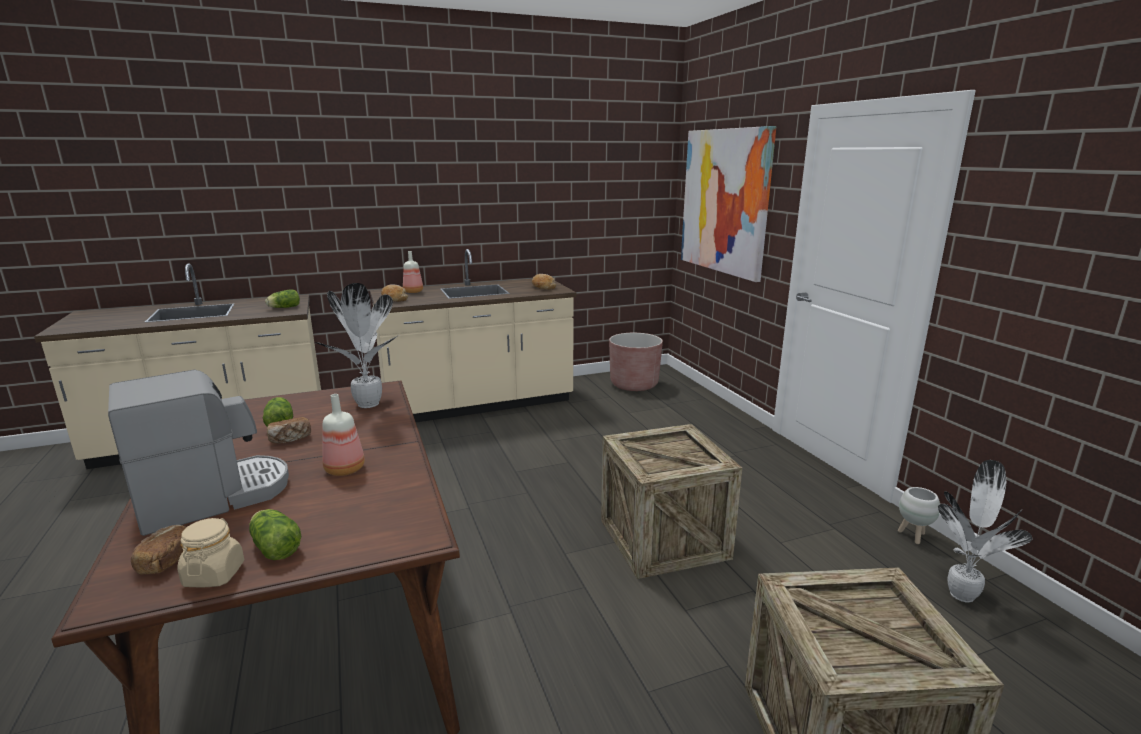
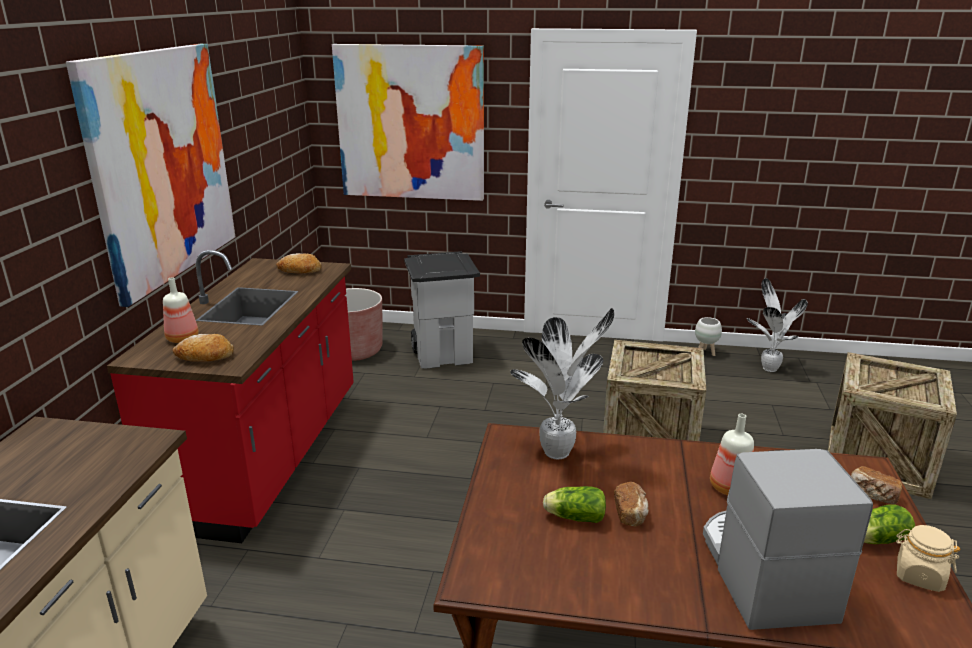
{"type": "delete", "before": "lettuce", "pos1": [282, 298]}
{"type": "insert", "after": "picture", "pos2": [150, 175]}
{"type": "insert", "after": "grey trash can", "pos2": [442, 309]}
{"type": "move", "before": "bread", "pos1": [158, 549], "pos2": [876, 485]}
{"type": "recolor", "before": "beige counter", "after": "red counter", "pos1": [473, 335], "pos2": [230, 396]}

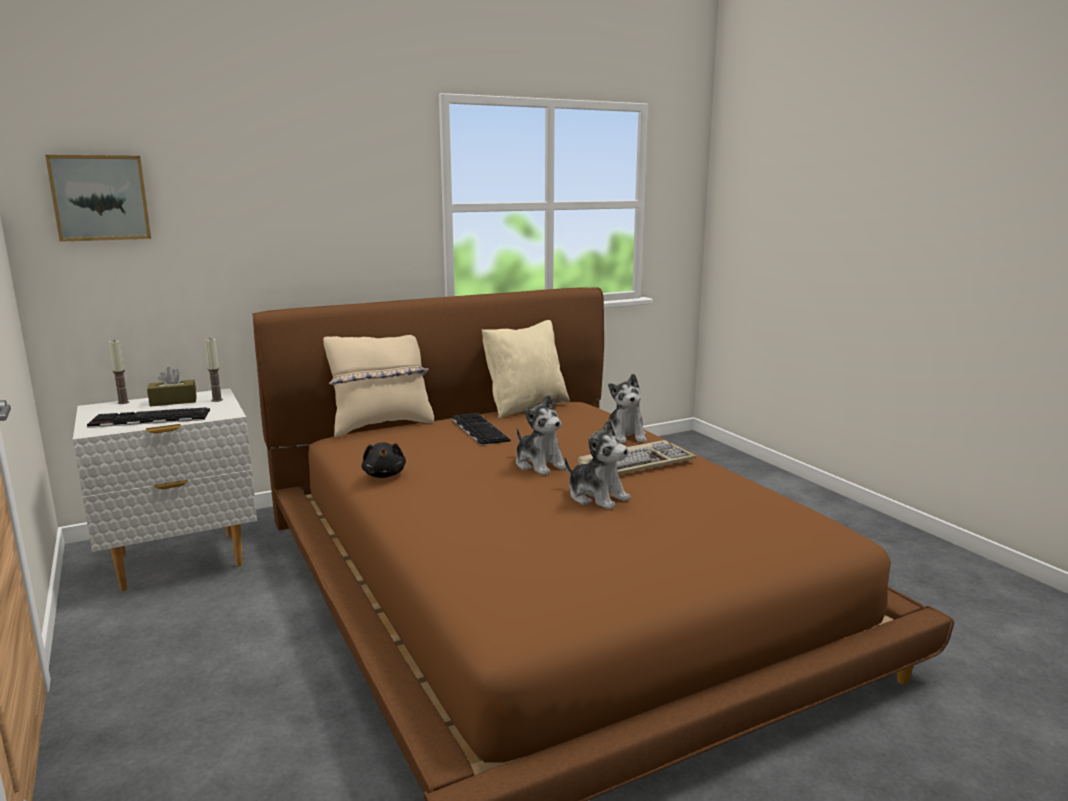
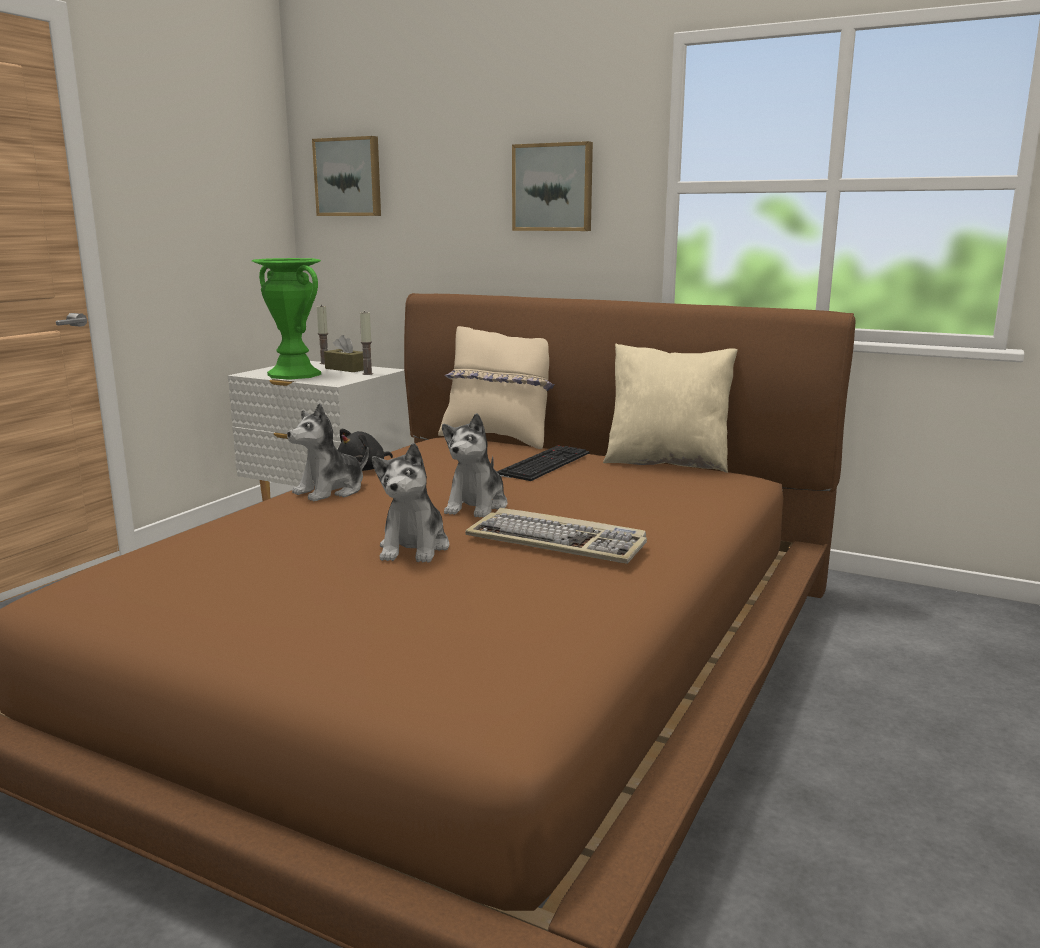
{"type": "insert", "after": "picture", "pos2": [552, 186]}
{"type": "move", "before": "plush toy", "pos1": [627, 409], "pos2": [328, 452]}
{"type": "replace", "before": "keyboard", "after": "green vase", "pos1": [148, 417], "pos2": [286, 319]}

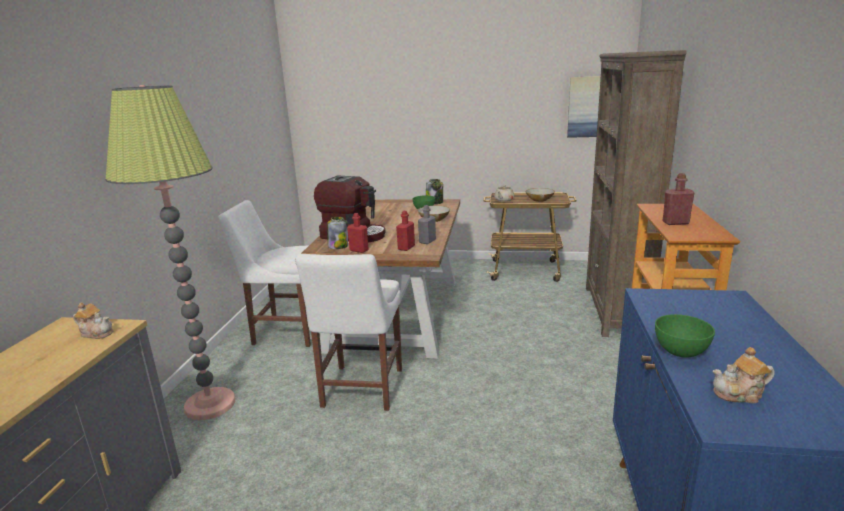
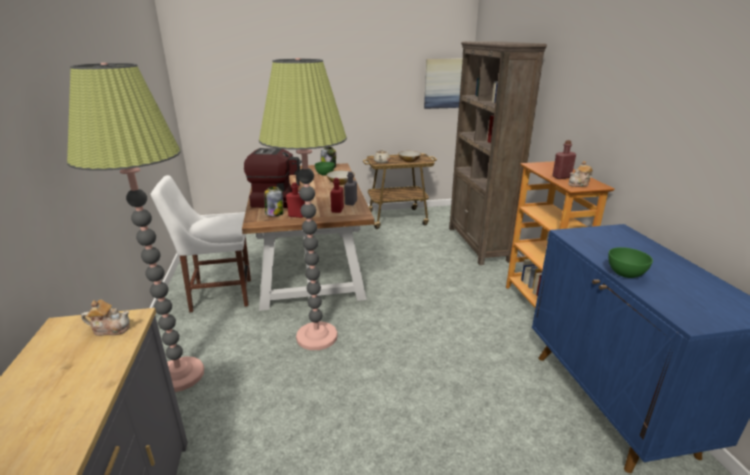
{"type": "move", "before": "teapot", "pos1": [743, 375], "pos2": [580, 174]}
{"type": "replace", "before": "white chair", "after": "floor lamp", "pos1": [349, 332], "pos2": [303, 204]}

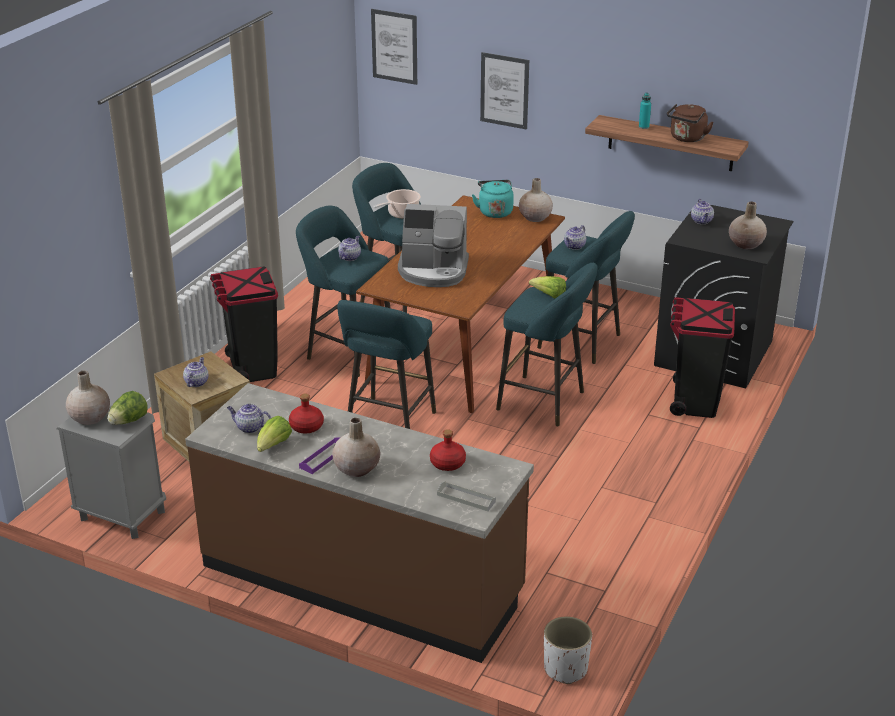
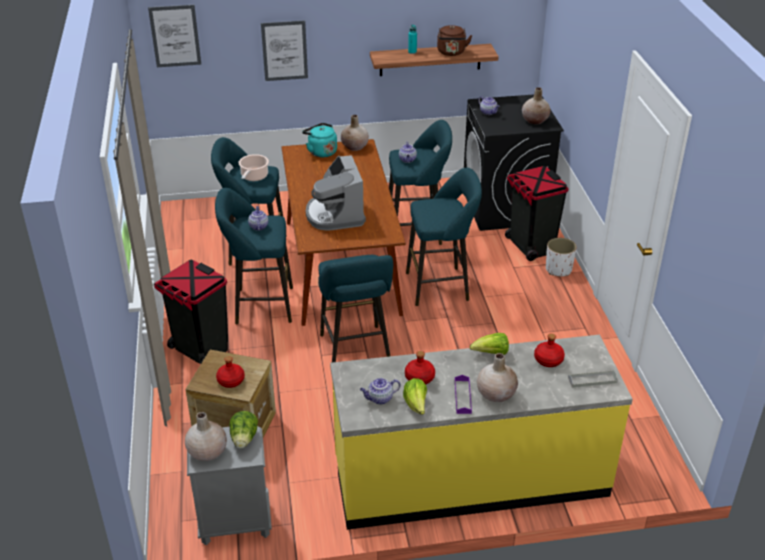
{"type": "move", "before": "lettuce", "pos1": [547, 287], "pos2": [489, 344]}
{"type": "move", "before": "white planter", "pos1": [568, 650], "pos2": [561, 257]}
{"type": "replace", "before": "teapot", "after": "red bottle", "pos1": [195, 372], "pos2": [230, 372]}
{"type": "recolor", "before": "brown counter", "after": "yellow counter", "pos1": [359, 523], "pos2": [481, 432]}
{"type": "rotate", "before": "coffee machine", "pos1": [433, 245], "pos2": [336, 193], "turn": 105}

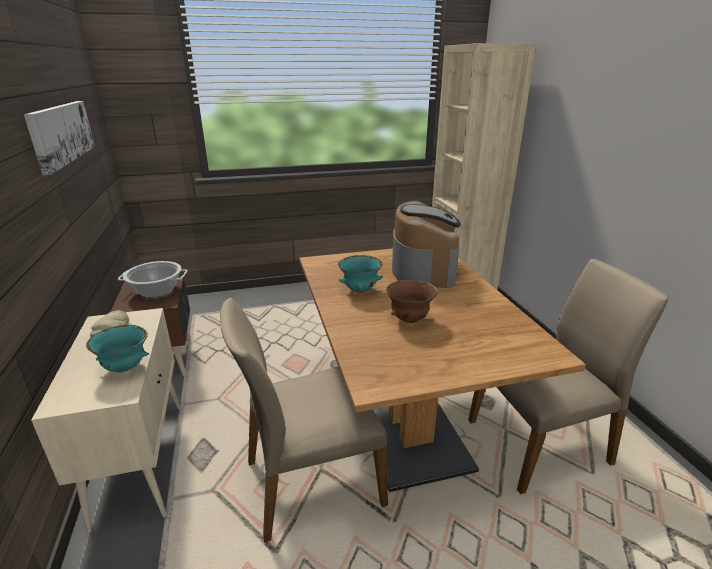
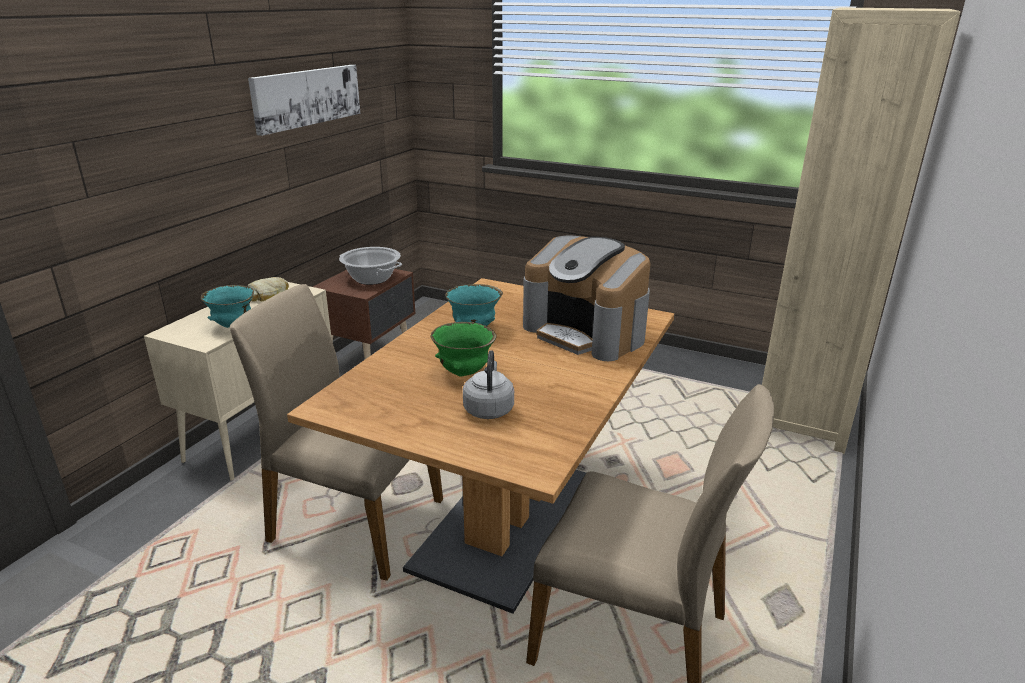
{"type": "insert", "after": "grey kettle", "pos2": [488, 384]}
{"type": "recolor", "before": "brown bowl", "after": "green bowl", "pos1": [412, 301], "pos2": [464, 349]}
{"type": "rotate", "before": "coffee machine", "pos1": [426, 244], "pos2": [586, 298], "turn": 90}

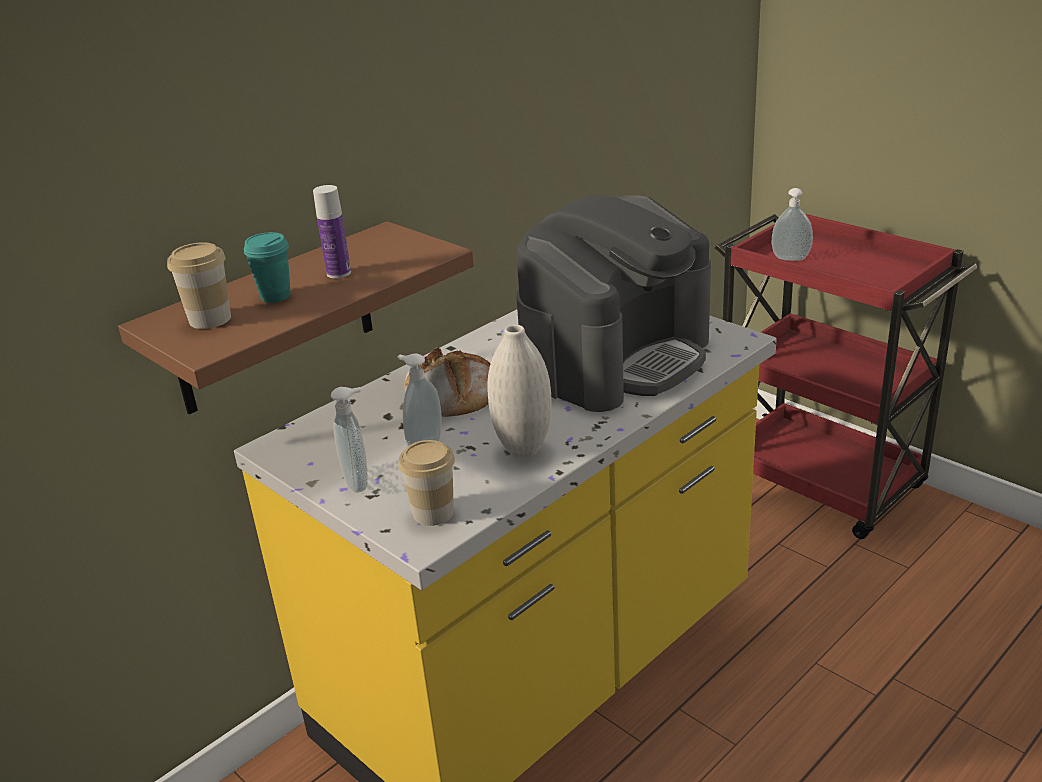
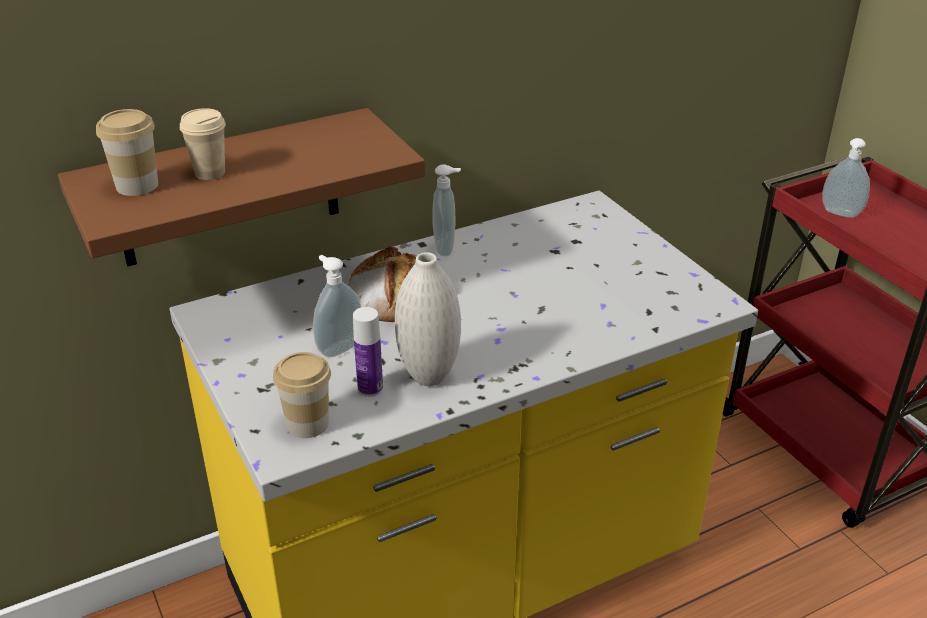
{"type": "delete", "before": "coffee machine", "pos1": [613, 303]}
{"type": "move", "before": "bottle", "pos1": [332, 231], "pos2": [368, 352]}
{"type": "move", "before": "soap dispenser", "pos1": [349, 439], "pos2": [447, 210]}
{"type": "recolor", "before": "turquoise cup", "after": "beige cup", "pos1": [267, 267], "pos2": [203, 144]}

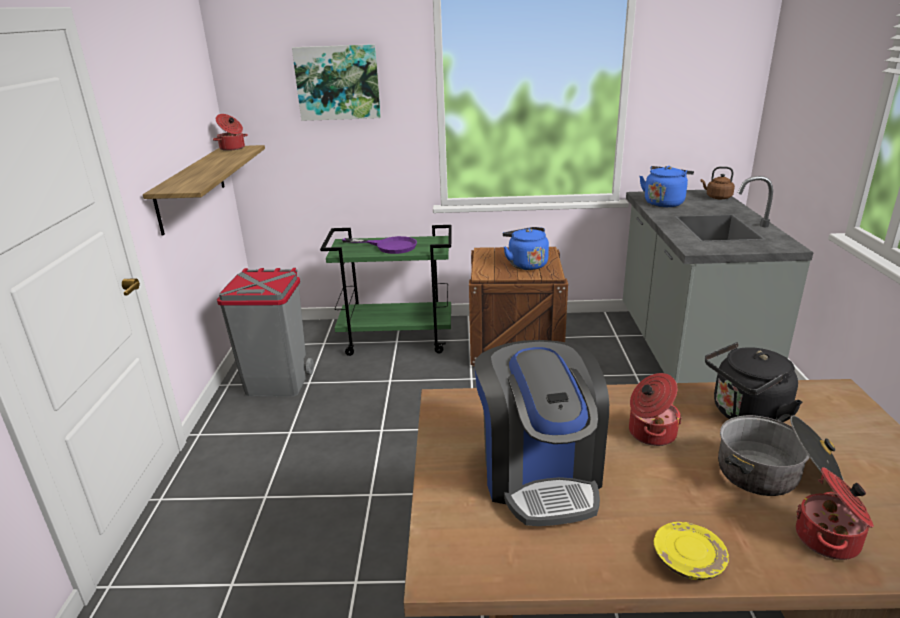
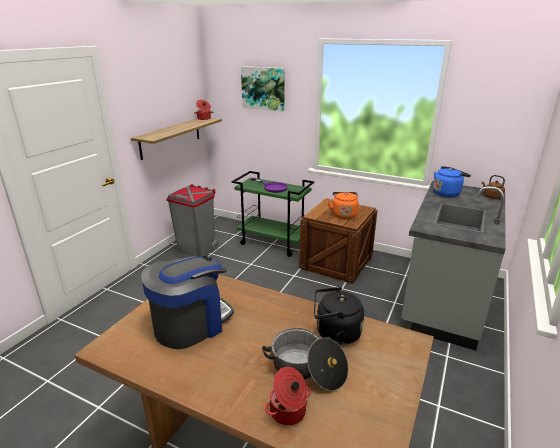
{"type": "delete", "before": "cooking pot", "pos1": [655, 409]}
{"type": "delete", "before": "yellow plate", "pos1": [691, 551]}
{"type": "recolor", "before": "blue kettle", "after": "orange kettle", "pos1": [526, 248], "pos2": [343, 205]}
{"type": "rotate", "before": "coffee machine", "pos1": [541, 433], "pos2": [187, 302], "turn": -150}

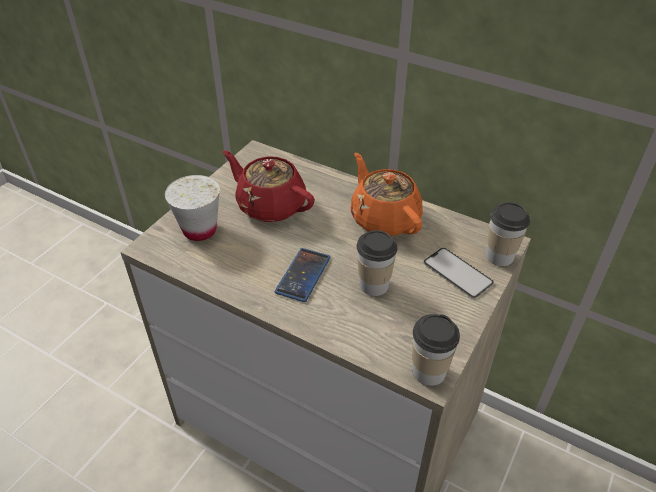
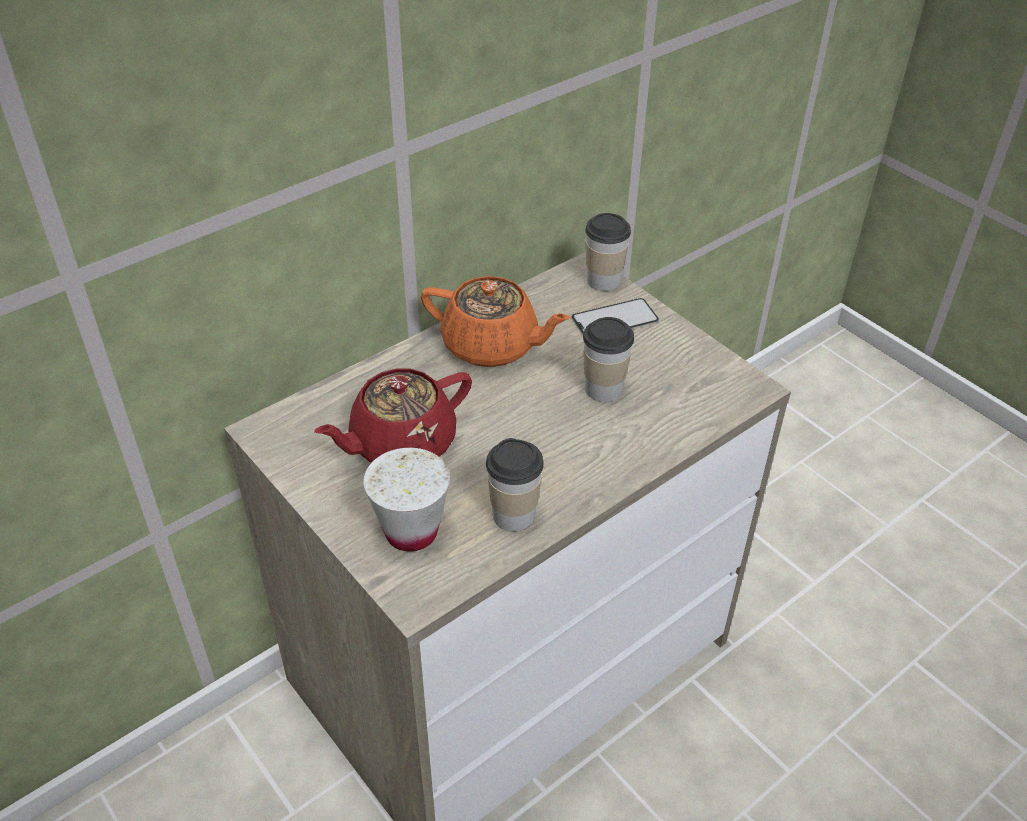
{"type": "delete", "before": "phone", "pos1": [302, 275]}
{"type": "move", "before": "cup", "pos1": [436, 350], "pos2": [515, 484]}
{"type": "rotate", "before": "orange teapot", "pos1": [387, 194], "pos2": [495, 321], "turn": -150}

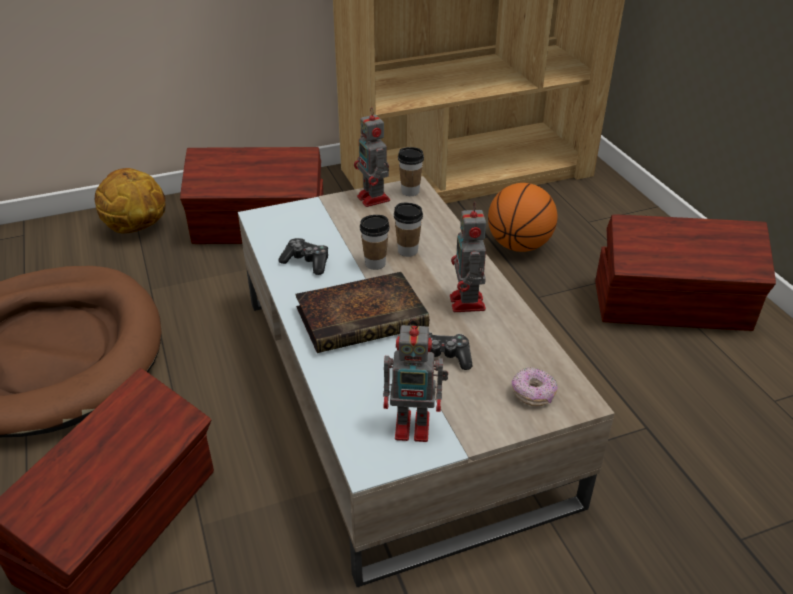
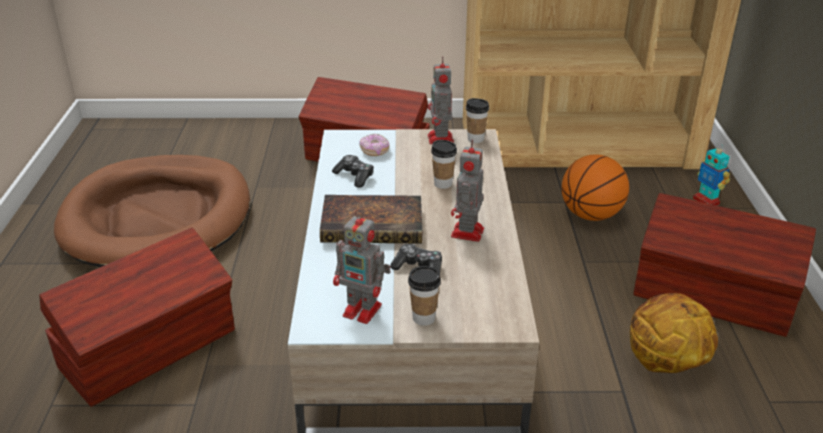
{"type": "insert", "after": "toy robot", "pos2": [711, 174]}
{"type": "move", "before": "basketball", "pos1": [130, 200], "pos2": [674, 333]}
{"type": "move", "before": "cup", "pos1": [375, 242], "pos2": [424, 296]}
{"type": "move", "before": "donut", "pos1": [535, 386], "pos2": [374, 145]}

